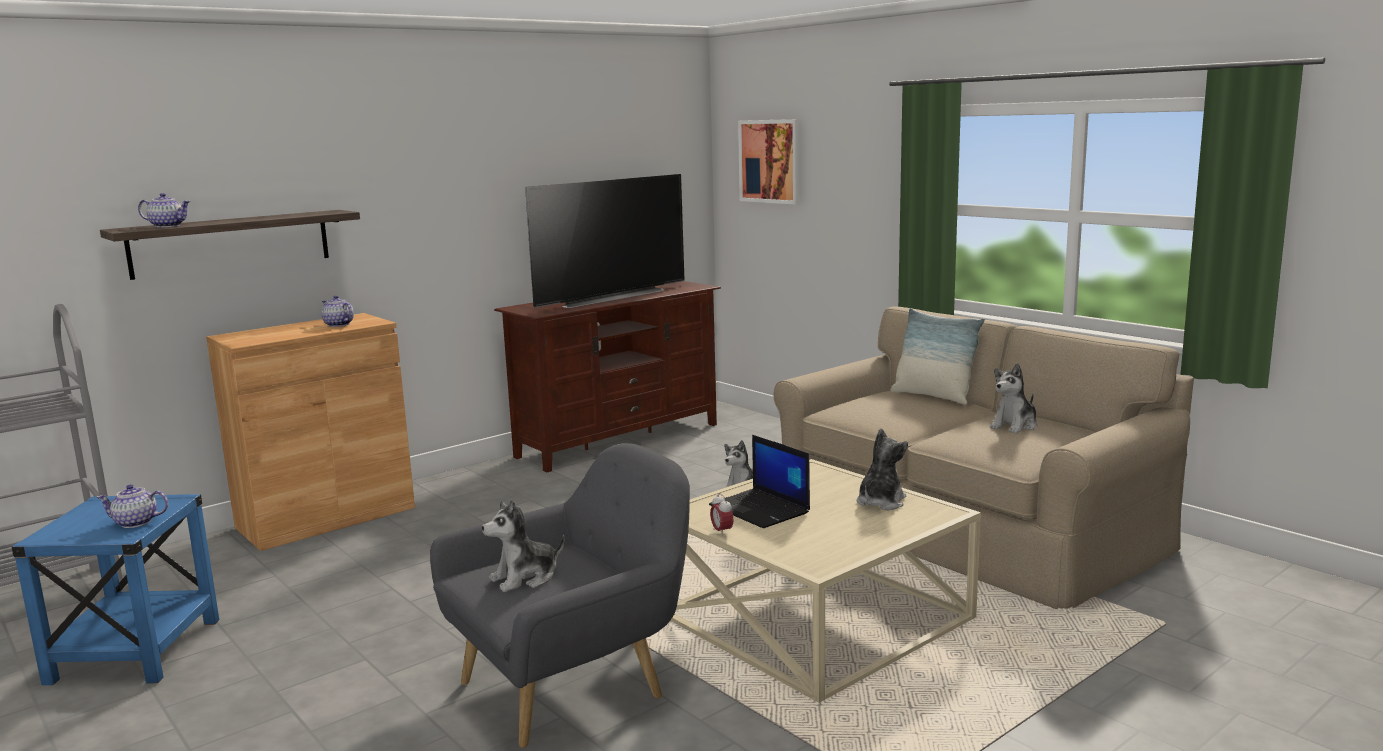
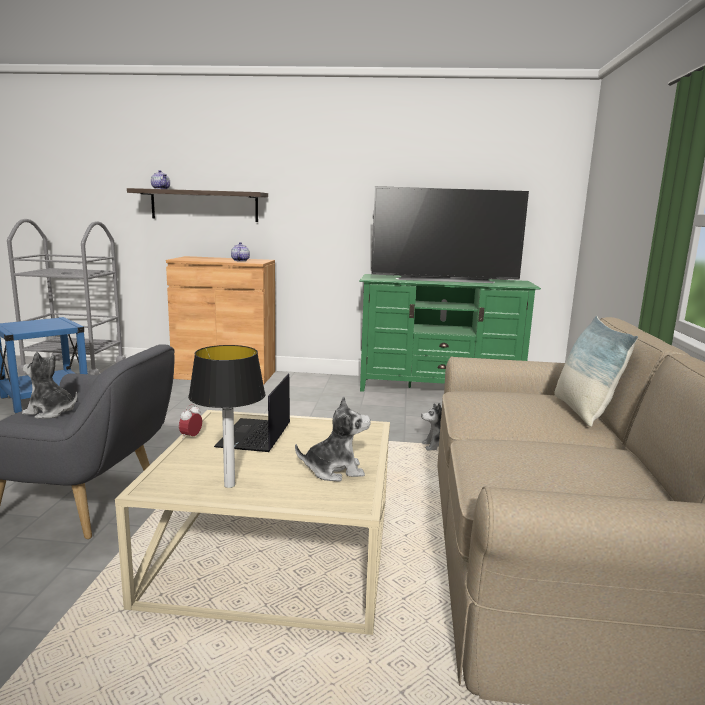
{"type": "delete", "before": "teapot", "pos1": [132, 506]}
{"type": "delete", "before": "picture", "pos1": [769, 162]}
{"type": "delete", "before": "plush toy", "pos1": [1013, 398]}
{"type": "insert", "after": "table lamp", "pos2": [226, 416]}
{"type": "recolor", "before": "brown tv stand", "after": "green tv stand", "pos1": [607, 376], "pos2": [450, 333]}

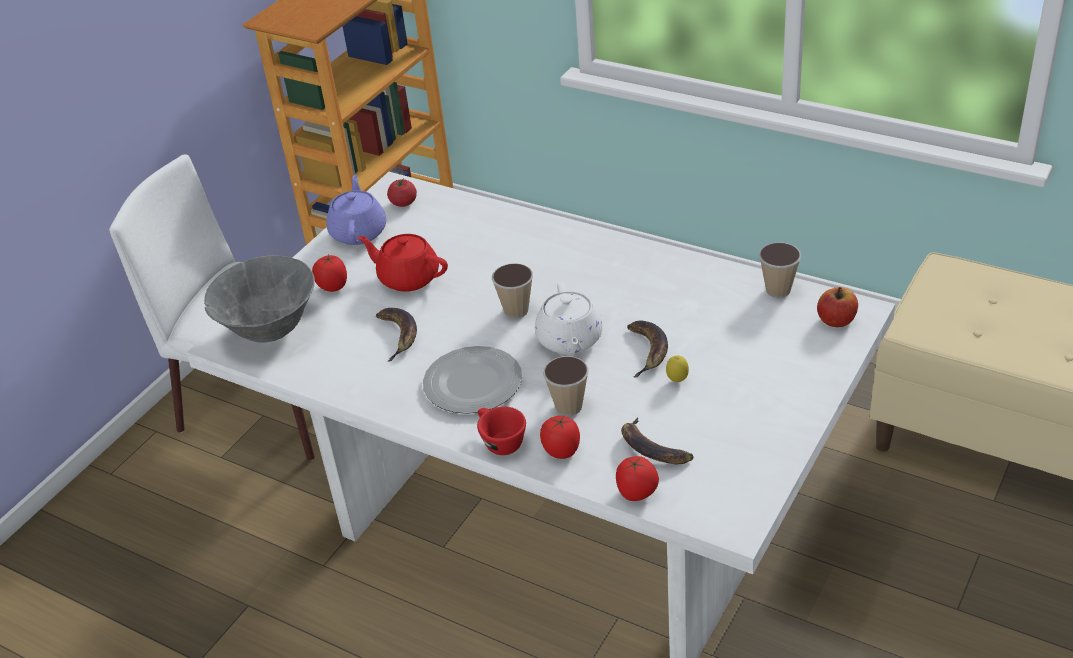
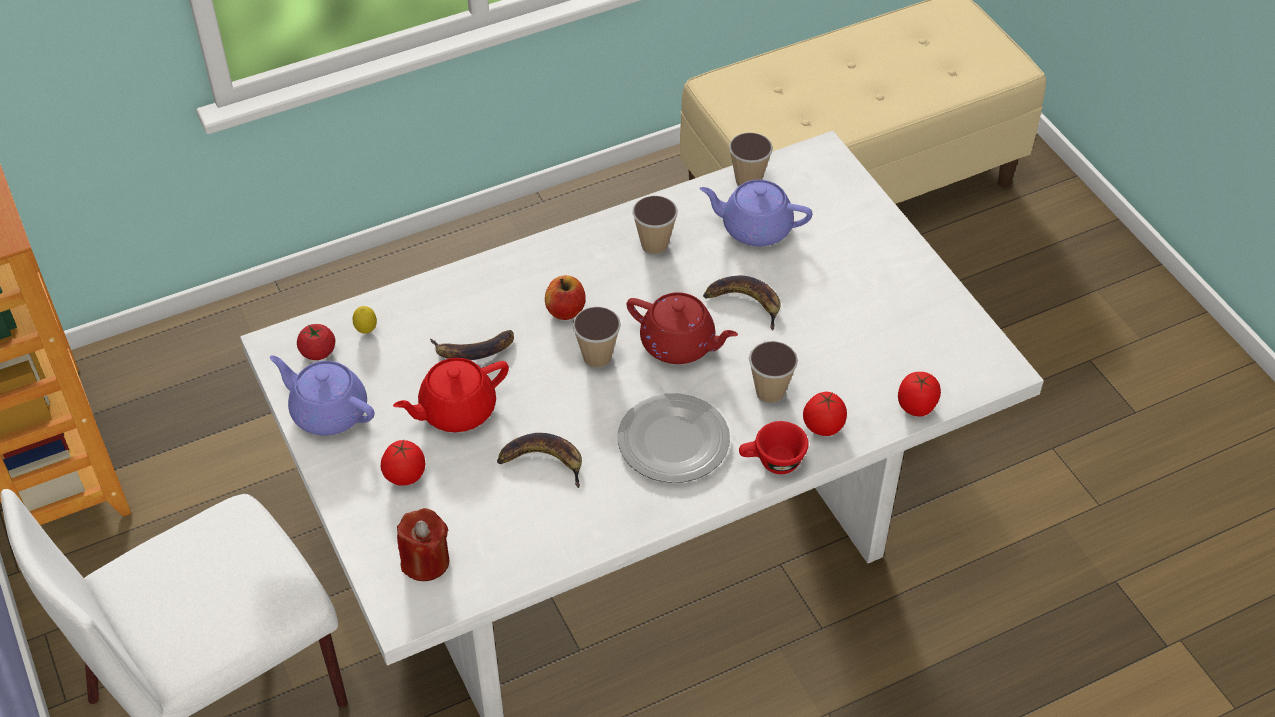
{"type": "insert", "after": "cup", "pos2": [655, 225]}
{"type": "insert", "after": "purple teapot", "pos2": [756, 213]}
{"type": "move", "before": "banana", "pos1": [657, 440], "pos2": [472, 345]}
{"type": "move", "before": "lemon", "pos1": [677, 368], "pos2": [365, 320]}
{"type": "move", "before": "apple", "pos1": [837, 307], "pos2": [565, 297]}
{"type": "replace", "before": "grey bowl", "after": "red candle", "pos1": [259, 298], "pos2": [423, 544]}
{"type": "recolor", "before": "white teapot", "after": "red teapot", "pos1": [569, 318], "pos2": [682, 328]}

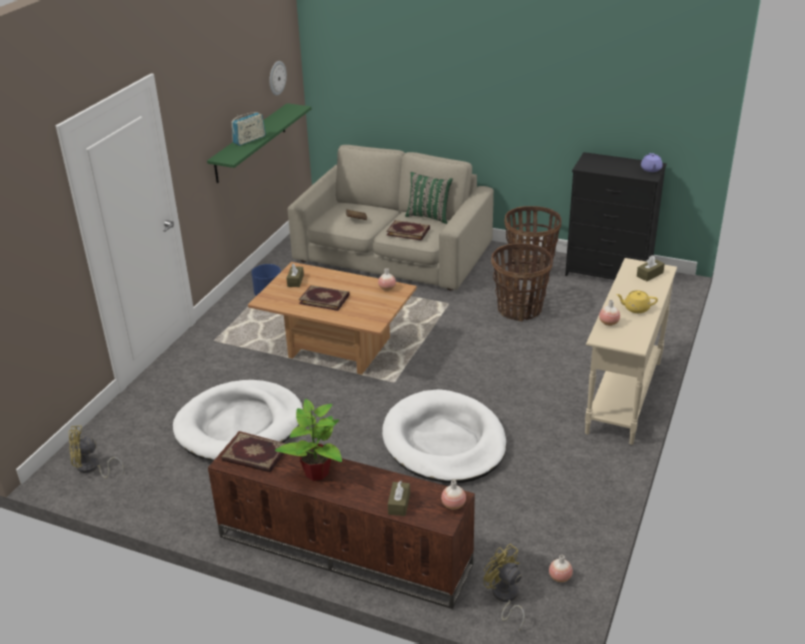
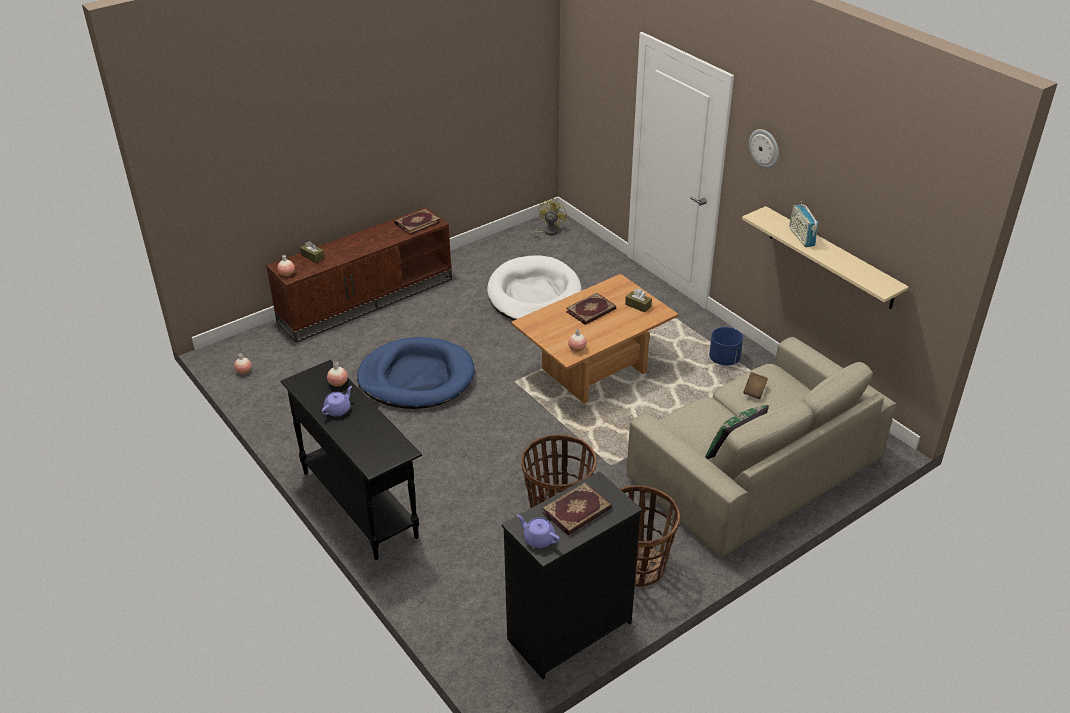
{"type": "delete", "before": "potted plant", "pos1": [308, 440]}
{"type": "delete", "before": "yellow fan", "pos1": [504, 587]}
{"type": "delete", "before": "brown tissue box", "pos1": [651, 268]}
{"type": "move", "before": "wall clock", "pos1": [278, 78], "pos2": [764, 148]}
{"type": "move", "before": "book", "pos1": [408, 230], "pos2": [577, 508]}
{"type": "recolor", "before": "green shelf", "after": "beige shelf", "pos1": [259, 143], "pos2": [825, 257]}
{"type": "recolor", "before": "white dog bed", "after": "blue dog bed", "pos1": [444, 436], "pos2": [416, 373]}
{"type": "recolor", "before": "beige console table", "after": "black console table", "pos1": [631, 351], "pos2": [351, 460]}
{"type": "recolor", "before": "yellow teapot", "after": "purple teapot", "pos1": [637, 301], "pos2": [336, 401]}

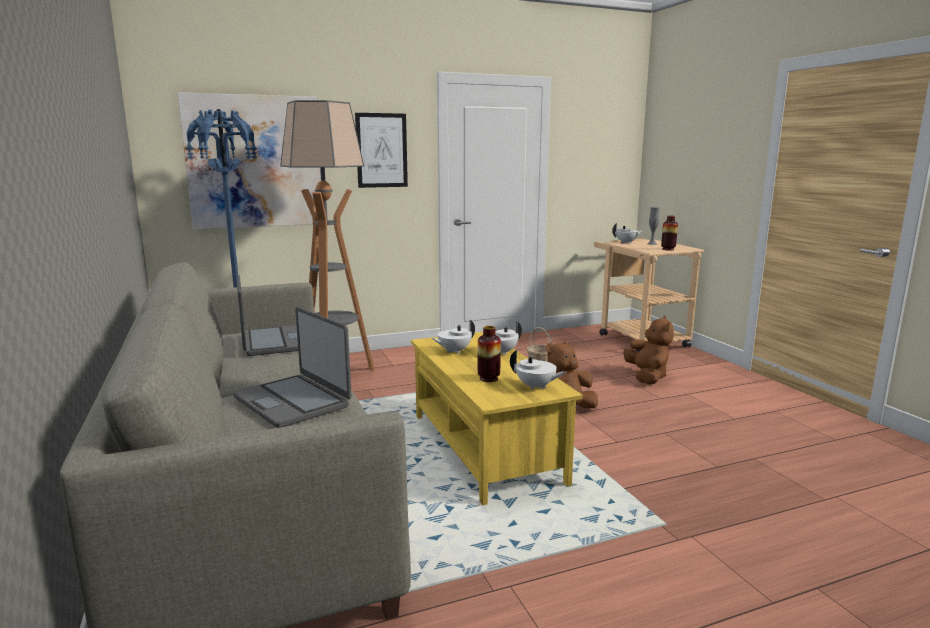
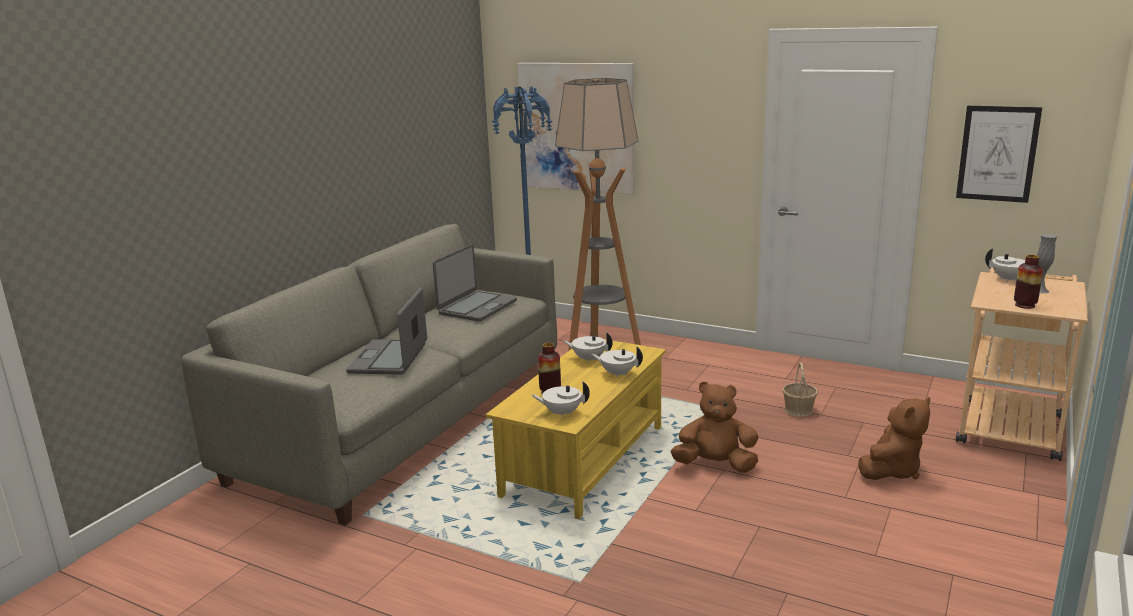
{"type": "move", "before": "picture", "pos1": [381, 150], "pos2": [999, 154]}
{"type": "rotate", "before": "white teapot", "pos1": [538, 370], "pos2": [560, 400], "turn": 105}

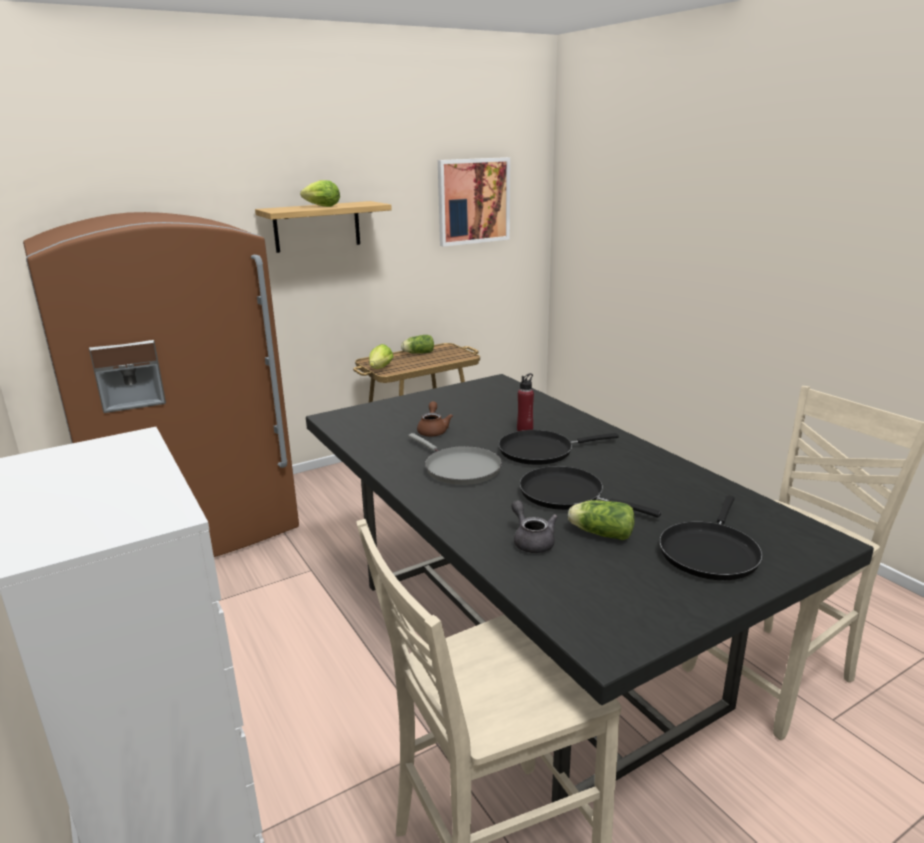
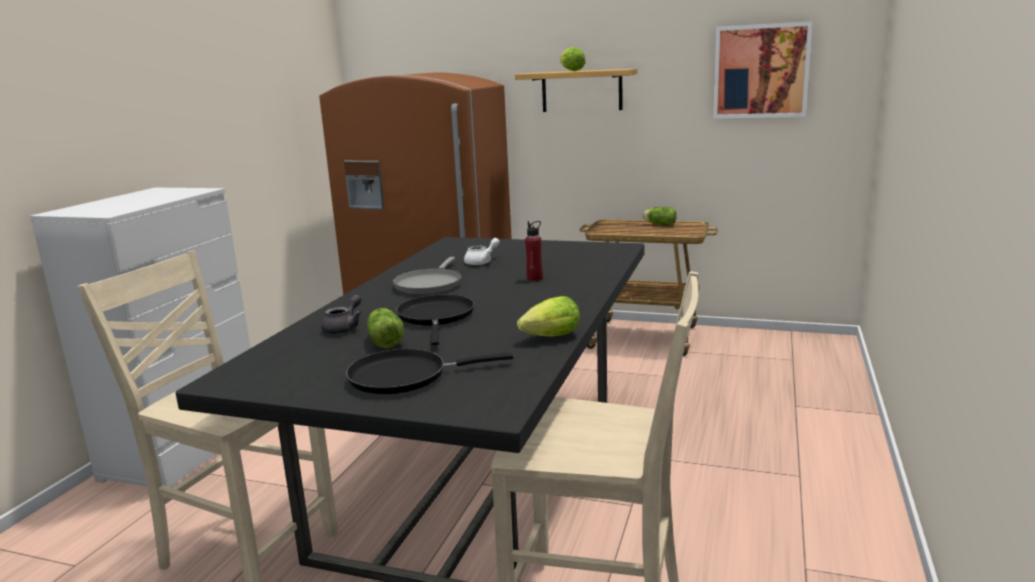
{"type": "delete", "before": "black frying pan", "pos1": [558, 447]}
{"type": "move", "before": "lettuce", "pos1": [381, 356], "pos2": [548, 316]}
{"type": "recolor", "before": "brown teapot", "after": "white teapot", "pos1": [435, 418], "pos2": [482, 251]}

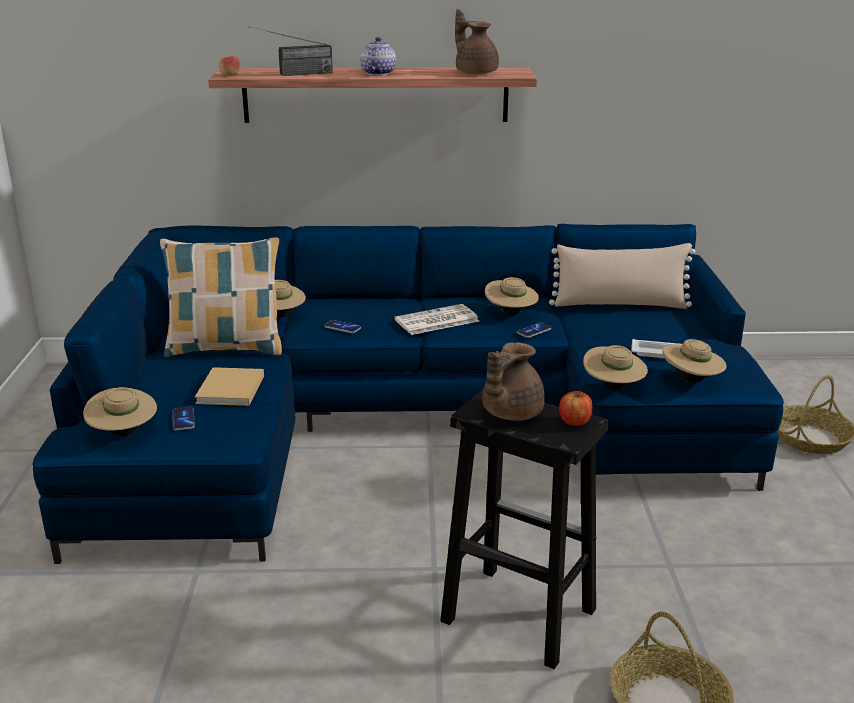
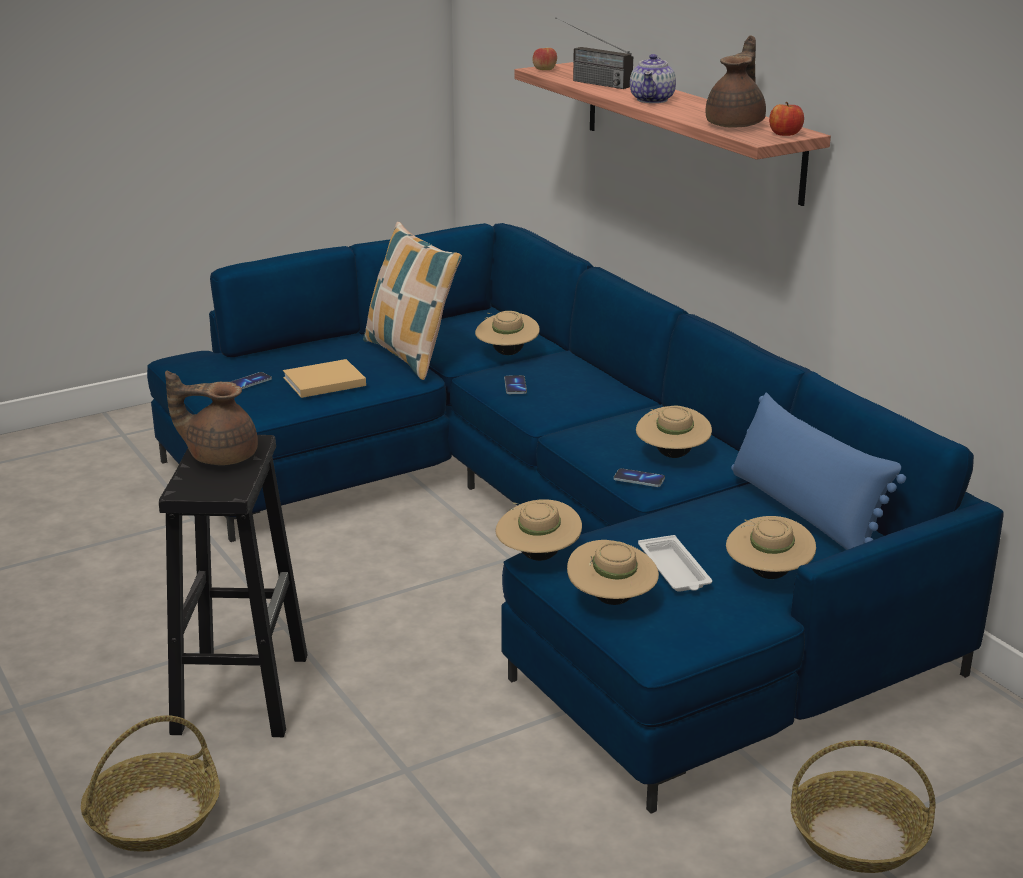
{"type": "delete", "before": "newspaper", "pos1": [436, 319]}
{"type": "move", "before": "beige hat", "pos1": [120, 411], "pos2": [771, 547]}
{"type": "move", "before": "apple", "pos1": [576, 408], "pos2": [786, 119]}
{"type": "recolor", "before": "beige pillow", "after": "blue pillow", "pos1": [622, 276], "pos2": [818, 471]}
{"type": "rotate", "before": "teapot", "pos1": [378, 56], "pos2": [653, 78], "turn": 120}

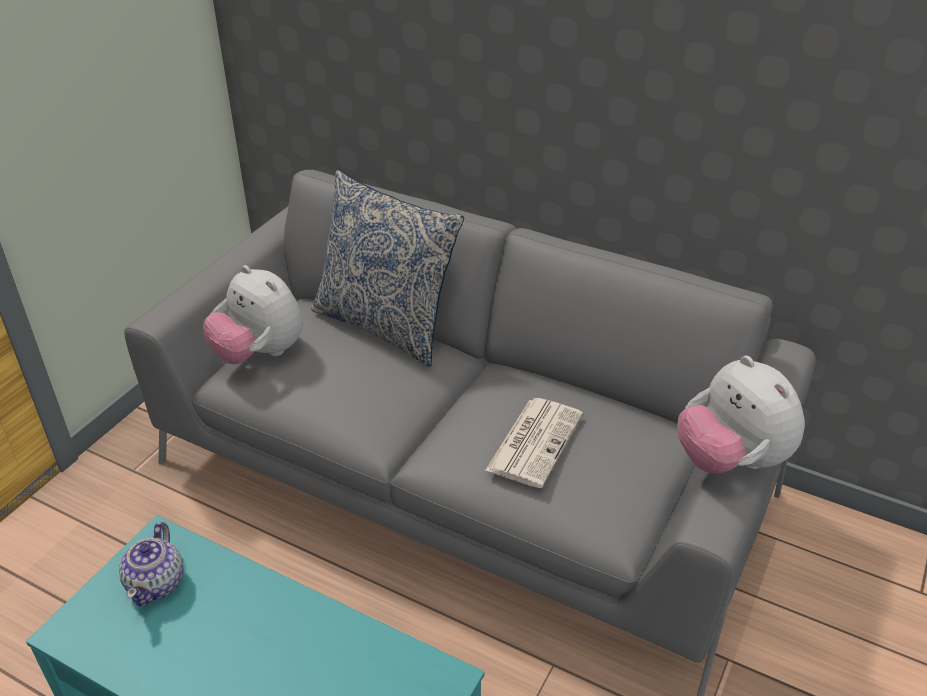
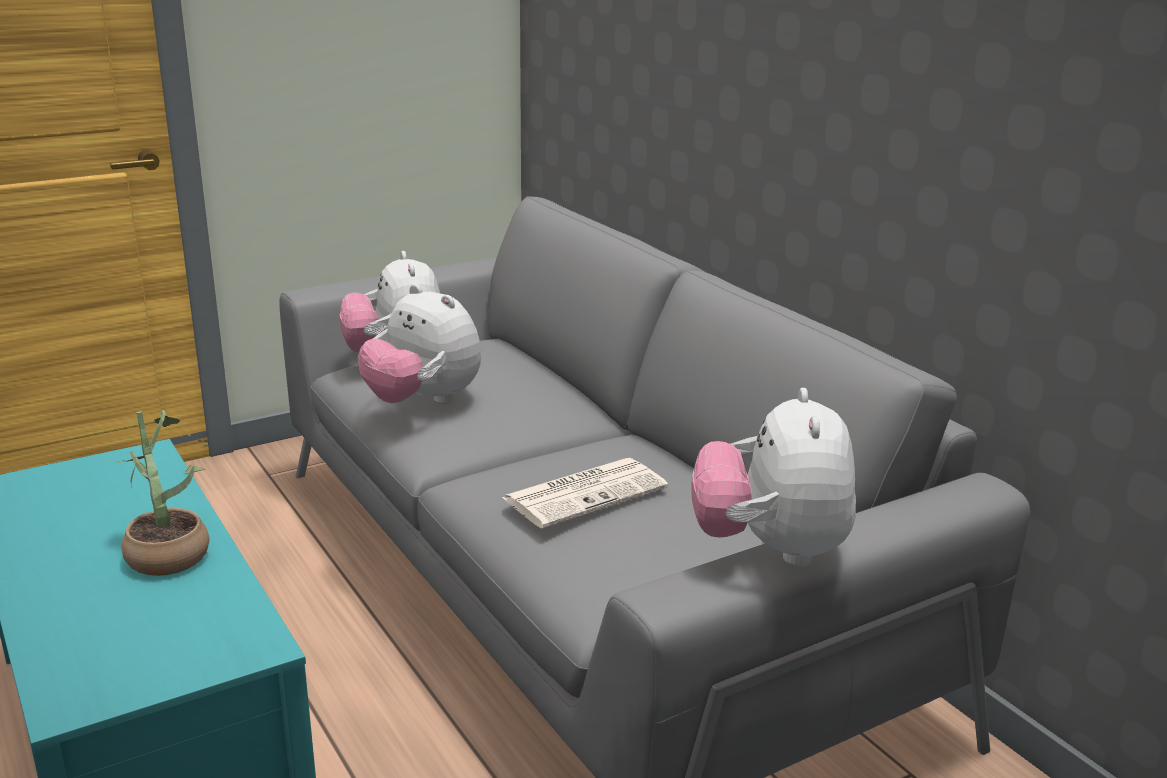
{"type": "delete", "before": "teapot", "pos1": [151, 564]}
{"type": "delete", "before": "pillow", "pos1": [387, 268]}
{"type": "insert", "after": "potted plant", "pos2": [162, 493]}
{"type": "insert", "after": "plush toy", "pos2": [419, 344]}

